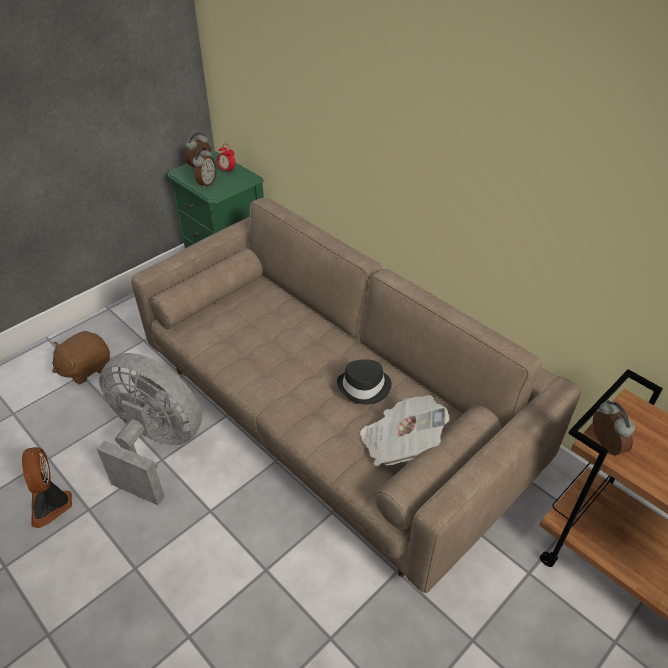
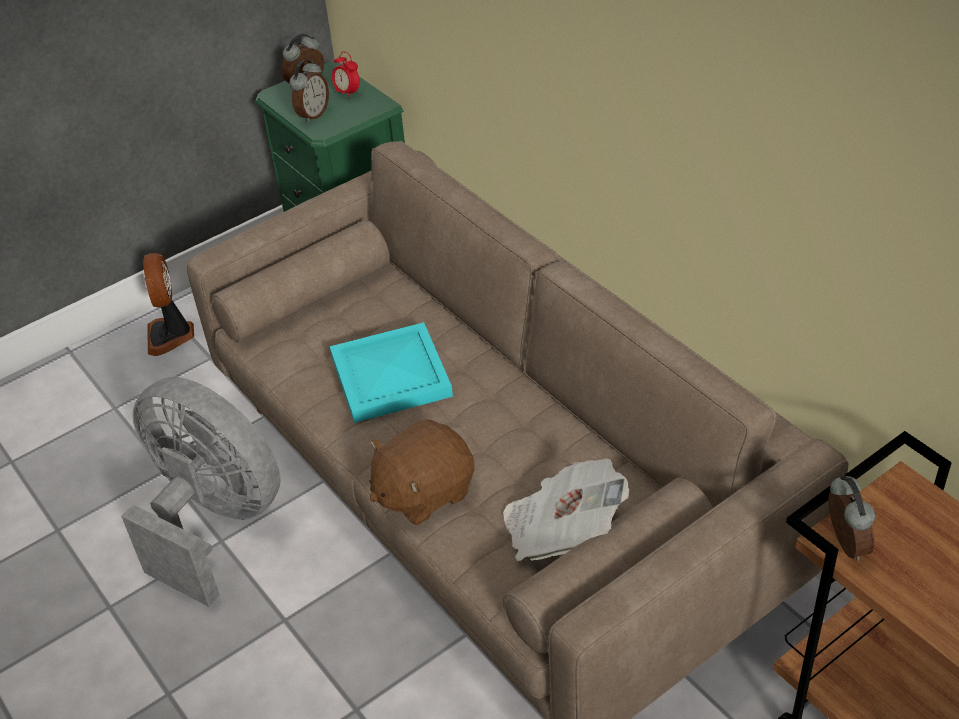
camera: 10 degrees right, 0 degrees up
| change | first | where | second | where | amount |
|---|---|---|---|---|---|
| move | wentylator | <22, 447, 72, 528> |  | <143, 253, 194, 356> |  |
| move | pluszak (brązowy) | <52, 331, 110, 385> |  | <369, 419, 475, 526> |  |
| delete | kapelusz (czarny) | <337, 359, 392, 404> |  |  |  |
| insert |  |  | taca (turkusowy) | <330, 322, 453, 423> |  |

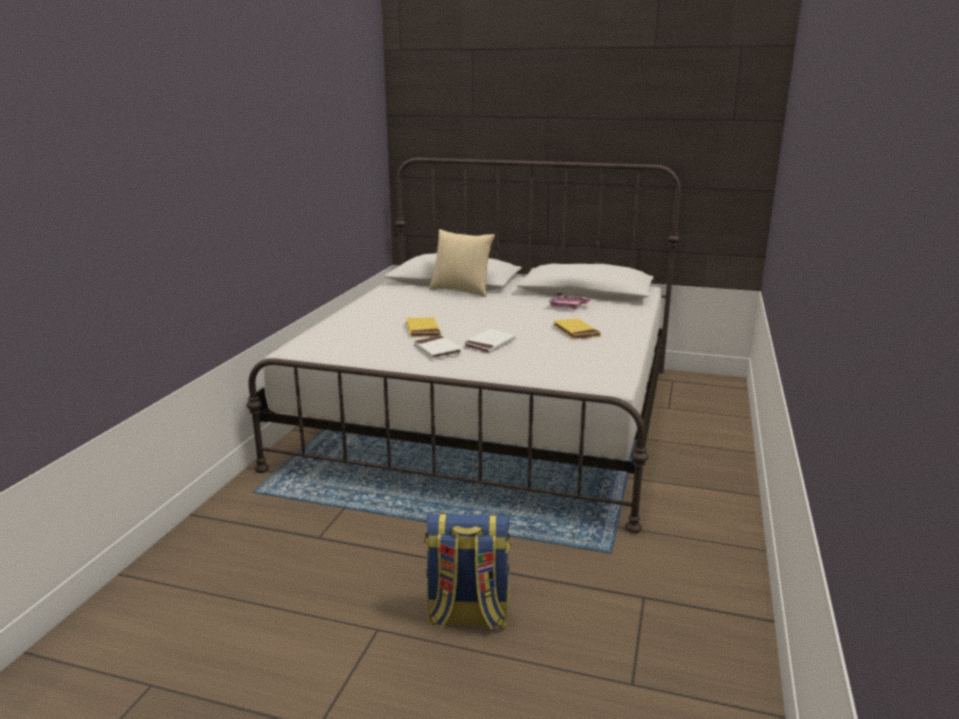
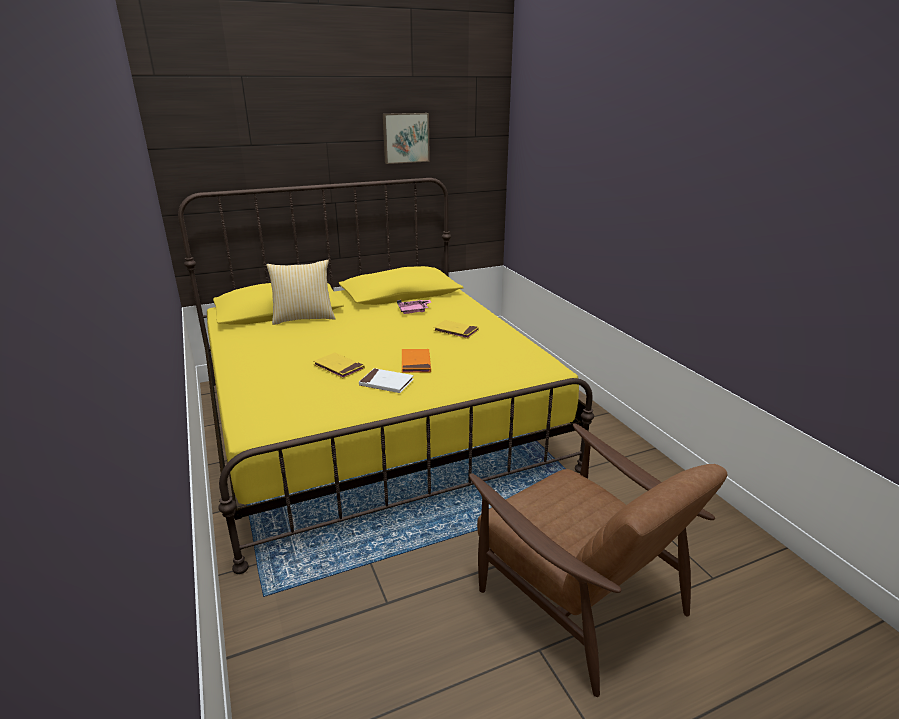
camera: 40 degrees left, 5 degrees up
| change | first | where | second | where | amount |
|---|---|---|---|---|---|
| recolor | łóżko (biały) | <246, 158, 681, 533> | łóżko (żółty) | <178, 178, 594, 574> |  |
| replace | plecak | <424, 513, 511, 629> | fotel (brązowy) | <469, 423, 727, 697> |  |
| recolor | książka (biały) | <463, 329, 516, 354> | książka (pomarańczowy) | <402, 349, 431, 373> |  |
| insert |  |  | obraz | <383, 113, 430, 164> |  |

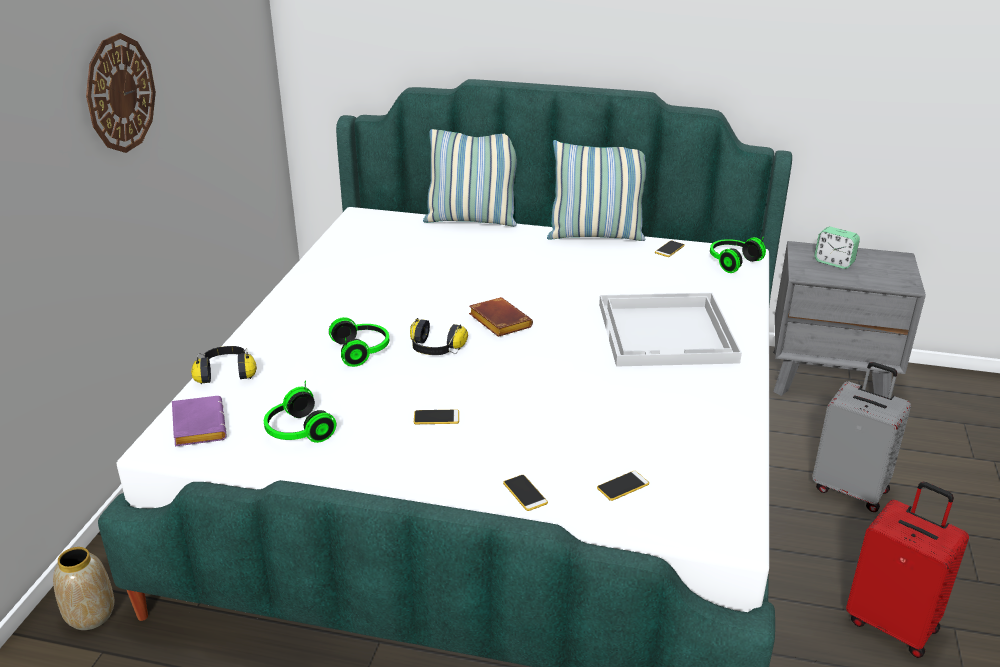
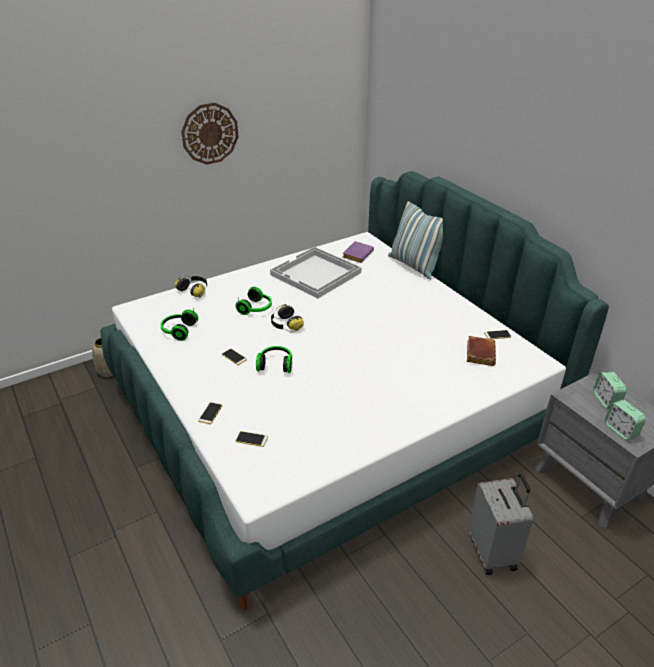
camera: 45 degrees right, 5 degrees up
| change | first | where | second | where | amount |
|---|---|---|---|---|---|
| move | książka (fioletowy) | <172, 396, 227, 446> |  | <343, 241, 374, 263> |  |
| move | książka (brązowy) | <469, 297, 533, 337> |  | <467, 336, 496, 366> |  |
| delete | poduszka | <547, 140, 646, 241> |  |  |  |
| move | taca (biały) | <599, 293, 742, 367> |  | <270, 247, 361, 299> |  |
| move | słuchawki | <710, 237, 766, 273> |  | <256, 346, 292, 373> |  |
| delete | walizka (czerwony) | <846, 482, 969, 658> |  |  |  |
| insert |  |  | budzik | <605, 400, 646, 440> |  |

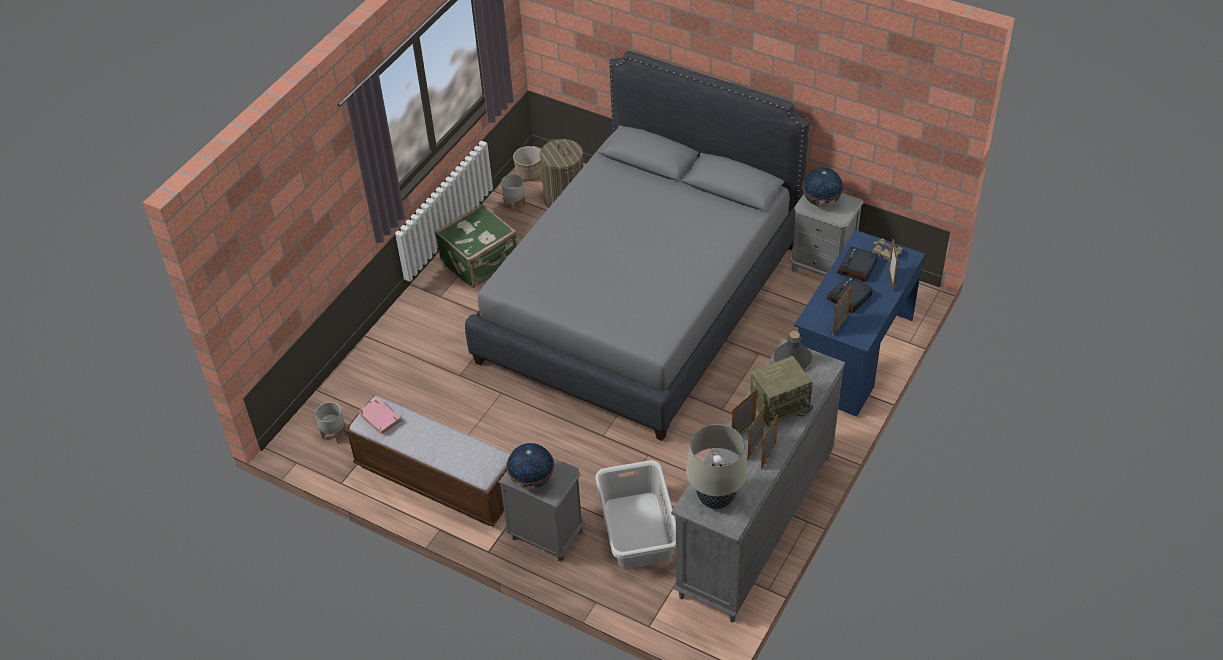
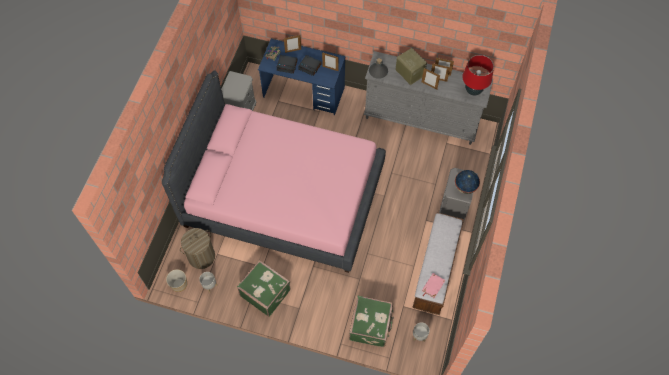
camera: 105 degrees left, 15 degrees up
| change | first | where | second | where | amount |
|---|---|---|---|---|---|
| recolor | łóżko (szary) | <465, 51, 810, 441> | łóżko (różowy) | <162, 71, 386, 273> |  |
| delete | kosz na pranie (szary) | <595, 460, 676, 569> |  |  |  |
| recolor | lampa stołowa (beżowy) | <686, 424, 748, 509> | lampa stołowa (czerwony) | <462, 55, 494, 95> |  |
| delete | globus | <802, 168, 844, 207> |  |  |  |
| insert |  |  | walizka (zielony) | <349, 295, 394, 347> |  |

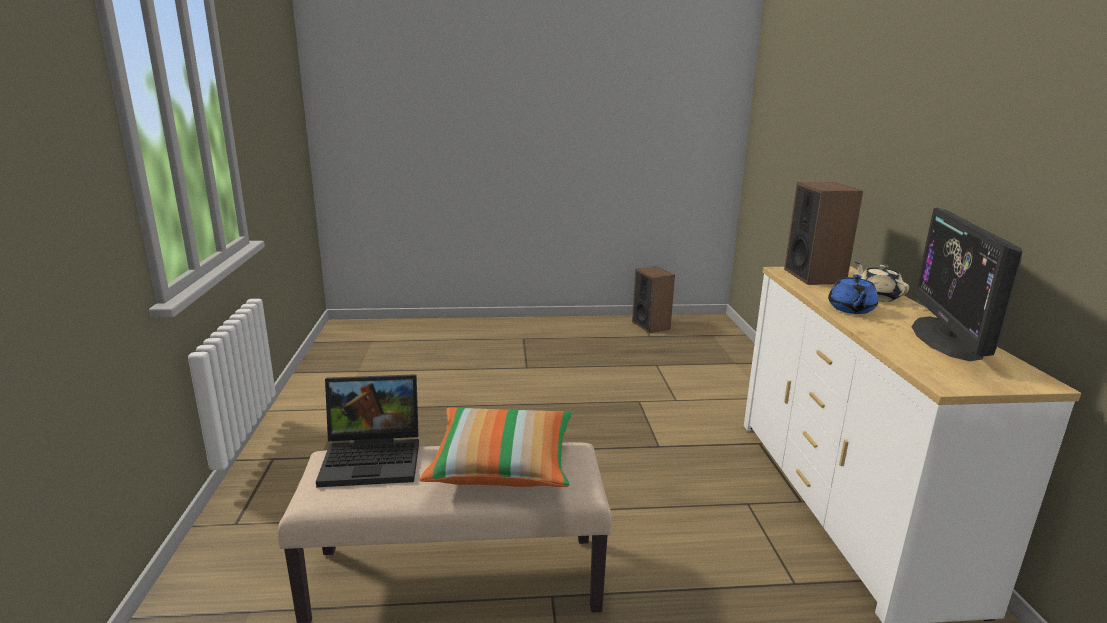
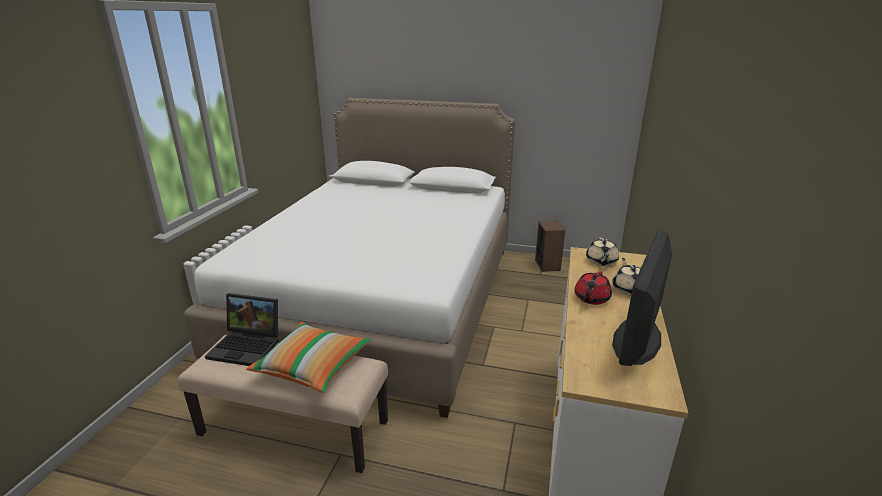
camera: 20 degrees right, 5 degrees up
| change | first | where | second | where | amount |
|---|---|---|---|---|---|
| replace | głośnik | <784, 182, 863, 285> | imbryk (beżowy) | <586, 238, 619, 266> |  |
| recolor | imbryk (niebieski) | <828, 274, 878, 314> | imbryk (czerwony) | <574, 271, 612, 305> |  |
| insert |  |  | łóżko (biały) | <184, 98, 515, 418> |  |

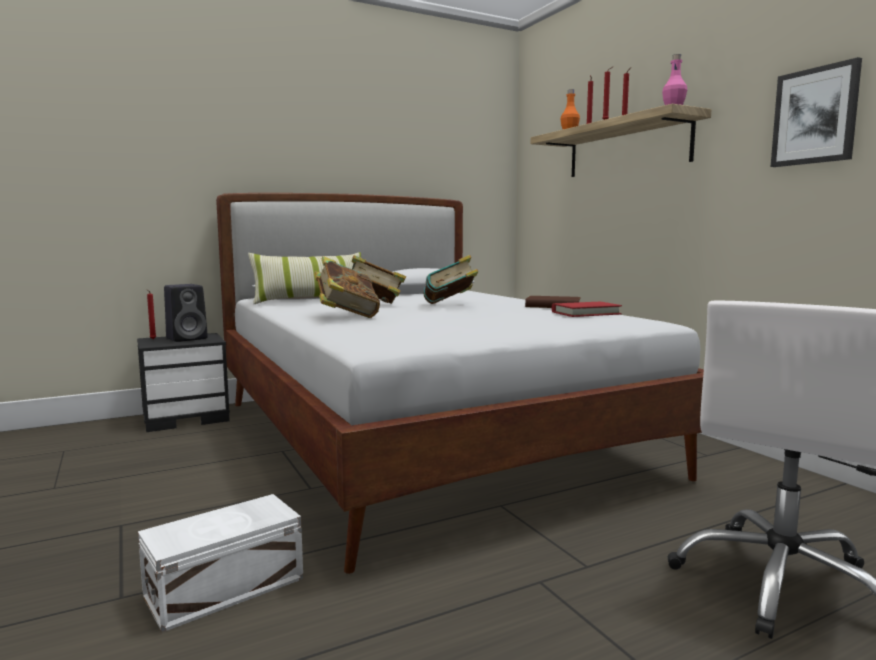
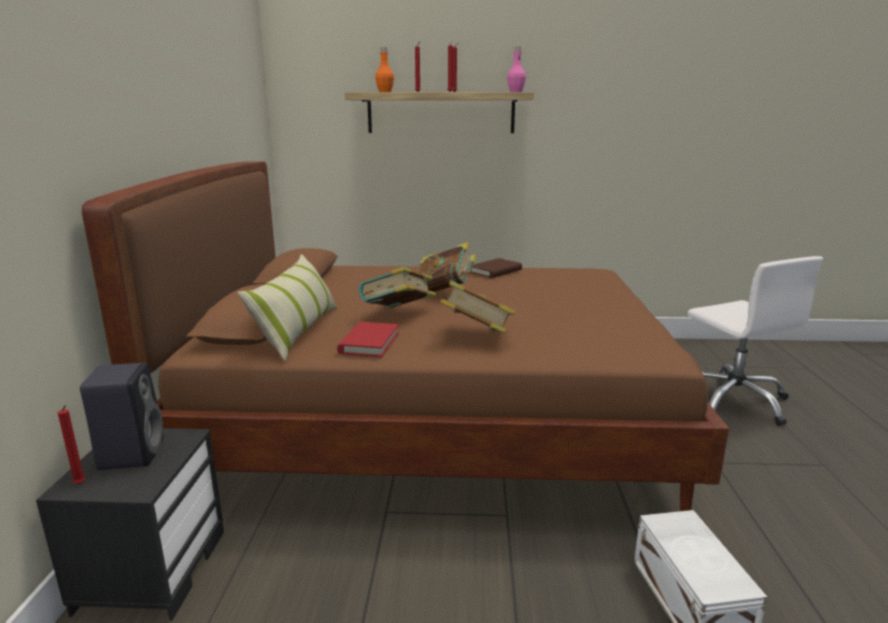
camera: 60 degrees left, 10 degrees up
| change | first | where | second | where | amount |
|---|---|---|---|---|---|
| recolor | łóżko (biały) | <216, 193, 704, 574> | łóżko (brązowy) | <82, 162, 729, 511> |  |
| move | książka (czerwony) | <552, 302, 622, 317> |  | <337, 322, 399, 357> |  |
| delete | obraz | <771, 57, 862, 167> |  |  |  |

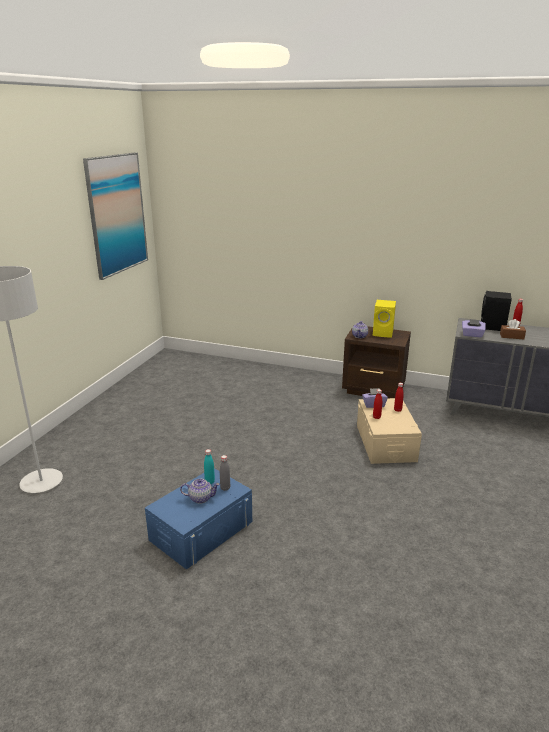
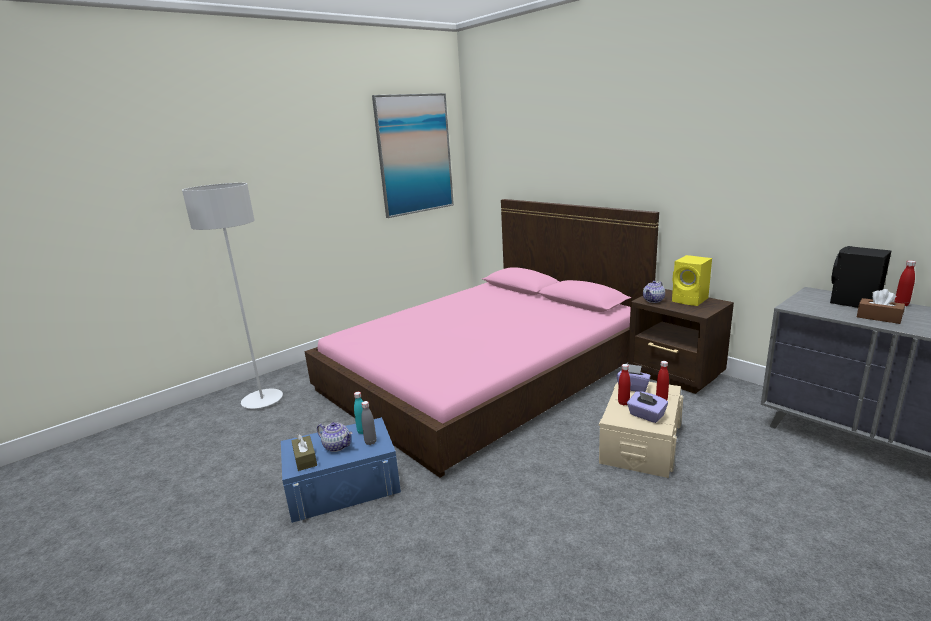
camera: 30 degrees right, 5 degrees down
| change | first | where | second | where | amount |
|---|---|---|---|---|---|
| move | pudełko chusteczek (fioletowy) | <462, 319, 486, 337> |  | <627, 391, 668, 423> |  |
| insert |  |  | pudełko chusteczek (brązowy) | <292, 434, 317, 471> |  |
| insert |  |  | łóżko (różowy) | <305, 199, 659, 478> |  |

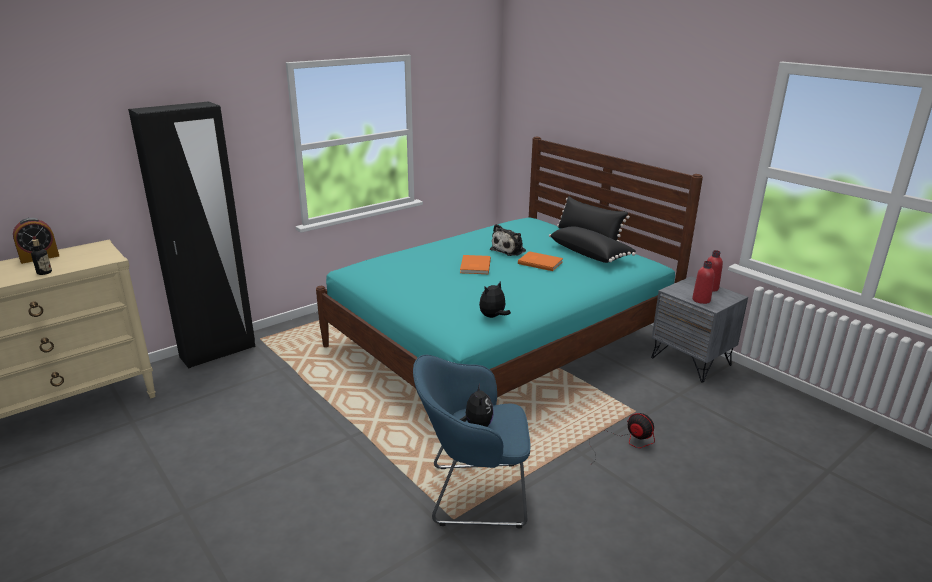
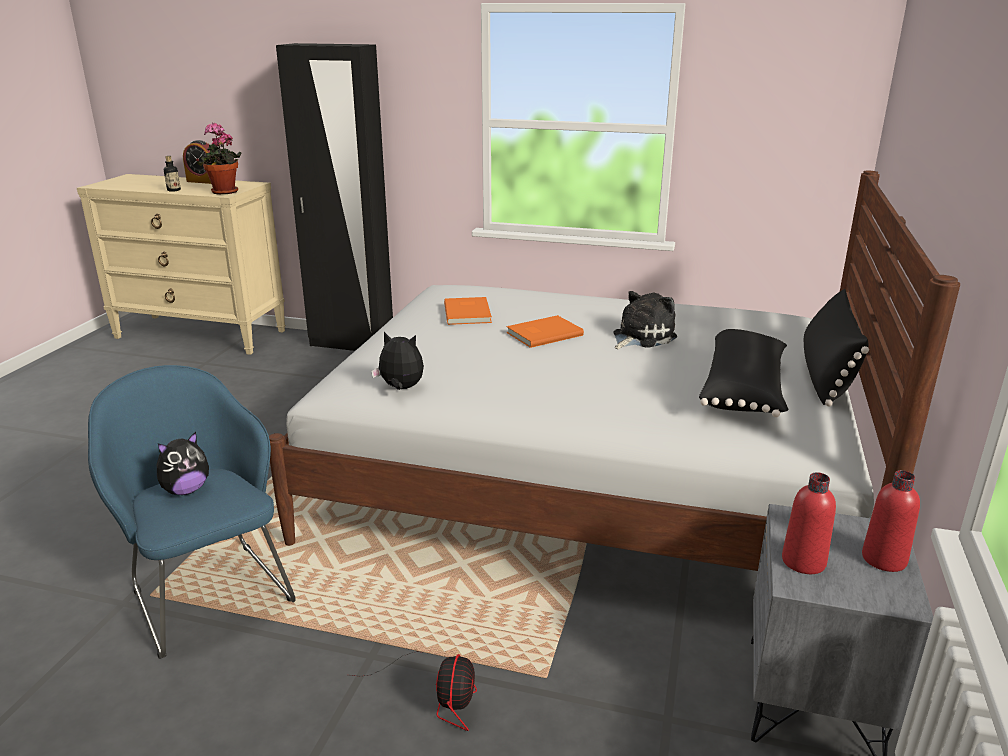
camera: 55 degrees right, 0 degrees up
| change | first | where | second | where | amount |
|---|---|---|---|---|---|
| recolor | łóżko (turkusowy) | <316, 137, 703, 397> | łóżko (biały) | <269, 171, 960, 571> |  |
| rotate | pluszak | <490, 224, 526, 256> |  | <613, 291, 677, 349> | 135 degrees clockwise |
| move | książka (pomarańczowy) | <518, 251, 563, 271> |  | <444, 297, 492, 325> |  |
| insert |  |  | roślina doniczkowa | <197, 123, 242, 195> |  |

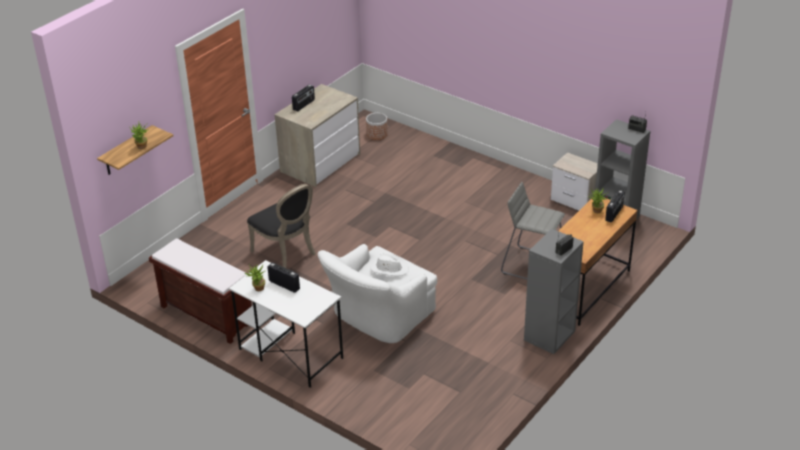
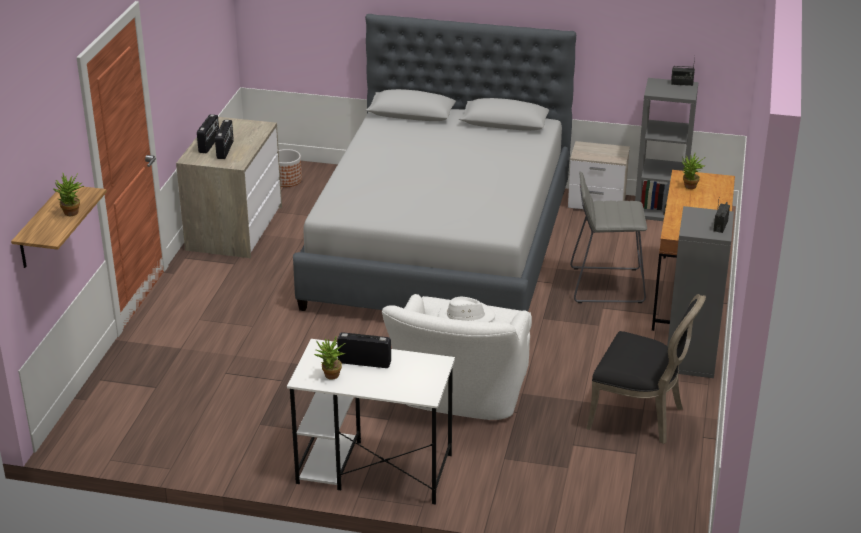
camera: 25 degrees left, 5 degrees down
| change | first | where | second | where | amount |
|---|---|---|---|---|---|
| delete | ławka (brązowy) | <149, 238, 252, 344> |  |  |  |
| move | krzesło (czarny) | <247, 184, 316, 268> |  | <586, 294, 706, 444> |  |
| move | radio | <605, 190, 625, 223> |  | <215, 120, 234, 159> |  |
| insert |  |  | łóżko (szary) | <293, 14, 576, 312> |  |

